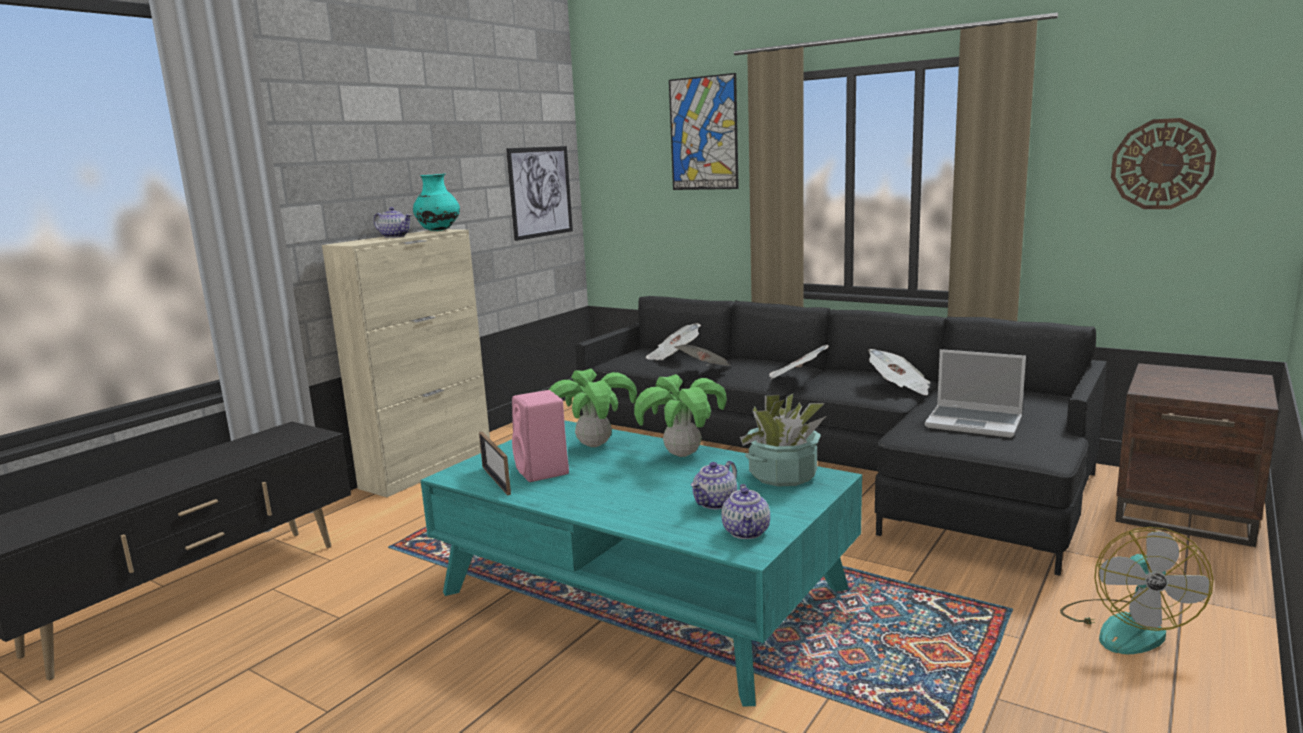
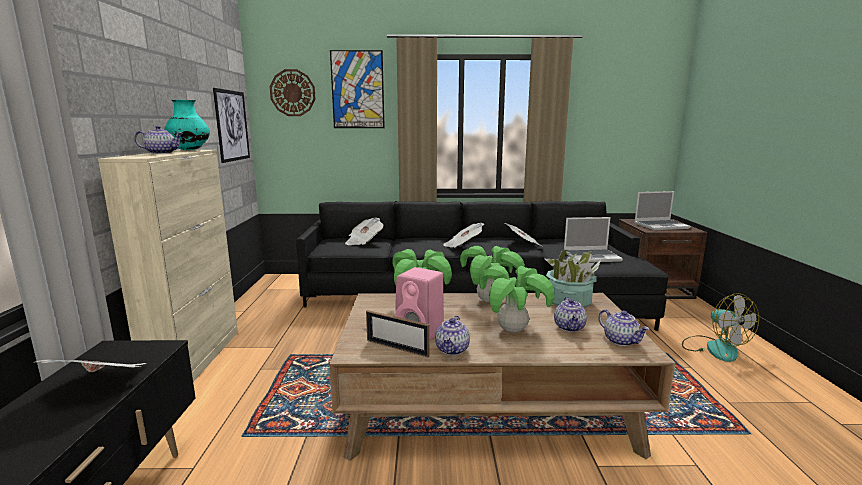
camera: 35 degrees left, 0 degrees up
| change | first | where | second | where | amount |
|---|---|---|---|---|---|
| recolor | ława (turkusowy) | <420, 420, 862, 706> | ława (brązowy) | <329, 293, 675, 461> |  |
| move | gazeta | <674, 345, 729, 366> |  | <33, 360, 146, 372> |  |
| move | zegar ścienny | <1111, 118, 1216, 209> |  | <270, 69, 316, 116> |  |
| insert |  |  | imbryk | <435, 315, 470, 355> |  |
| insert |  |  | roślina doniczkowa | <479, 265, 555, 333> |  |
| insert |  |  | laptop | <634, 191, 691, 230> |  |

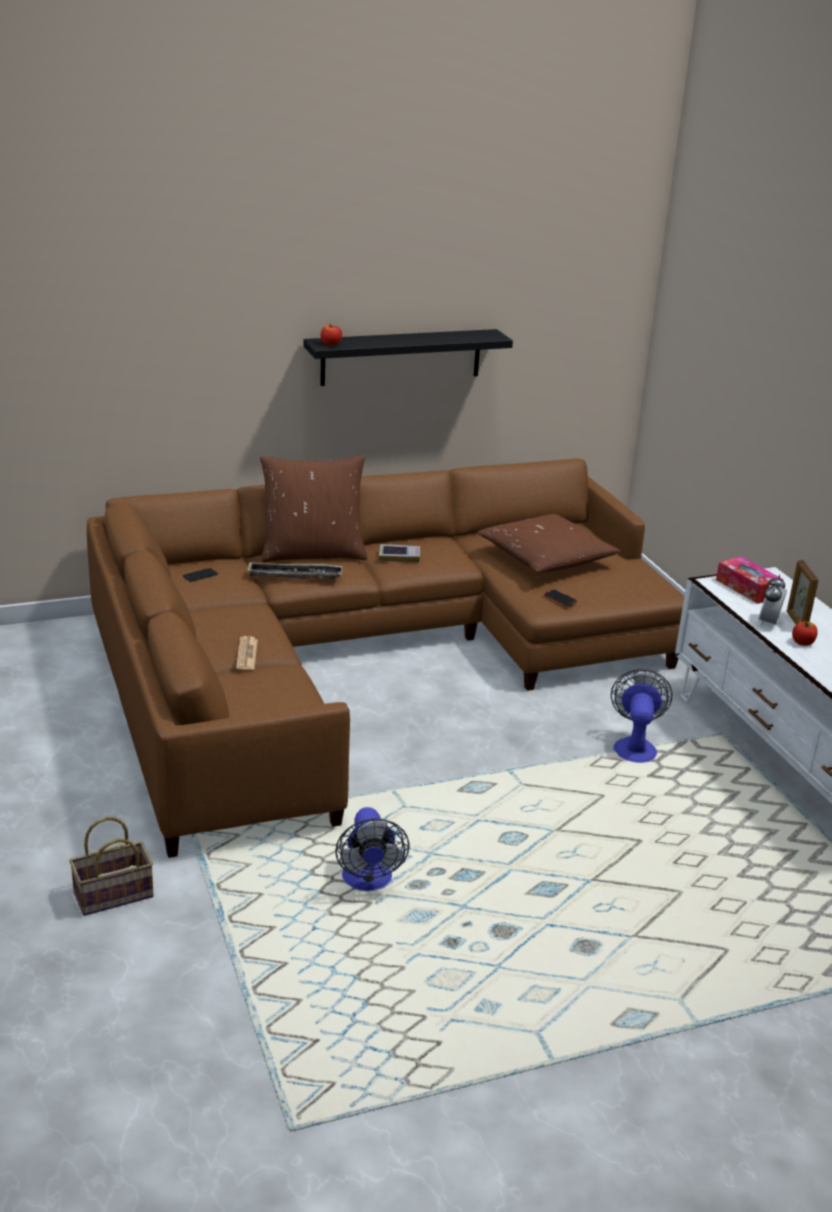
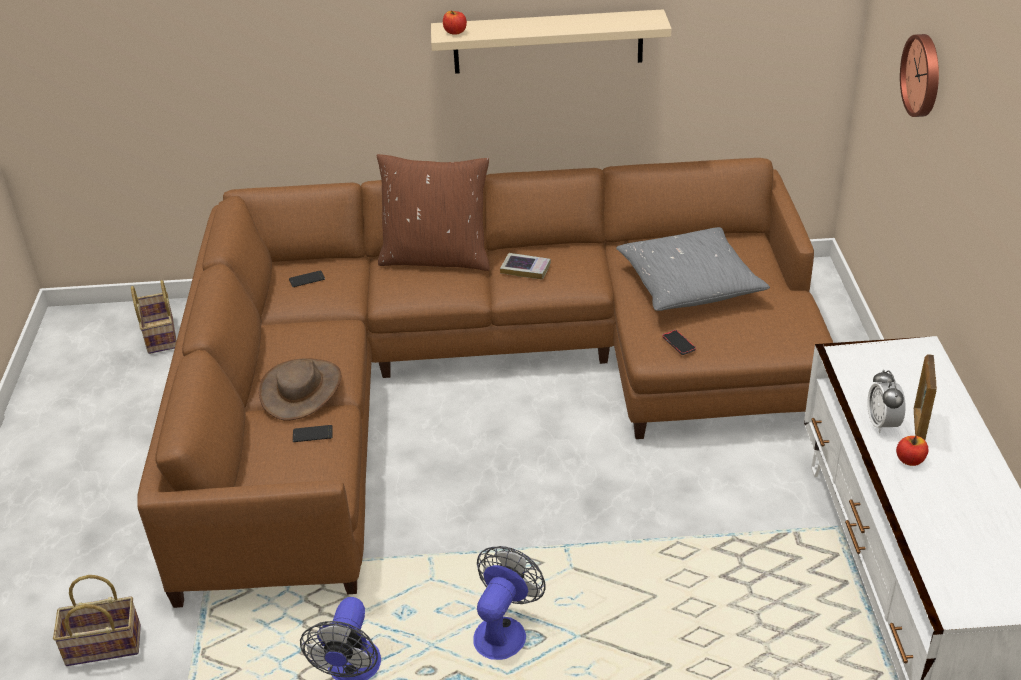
camera: 20 degrees right, 10 degrees up
| change | first | where | second | where | amount |
|---|---|---|---|---|---|
| replace | gazeta | <236, 636, 258, 670> | kapelusz (brązowy) | <259, 358, 341, 421> |  |
| delete | taca | <247, 562, 343, 579> |  |  |  |
| recolor | półka (czarny) | <303, 329, 513, 386> | półka (beżowy) | <431, 9, 671, 74> |  |
| recolor | poduszka (brązowy) | <477, 514, 620, 572> | poduszka (szary) | <616, 227, 770, 311> |  |
| move | wentylator | <611, 669, 672, 763> |  | <473, 546, 546, 660> |  |
| delete | pudełko chusteczek | <716, 556, 784, 604> |  |  |  |
| rotate | budzik | <759, 575, 787, 626> |  | <867, 370, 906, 433> | 45 degrees counterclockwise |
| insert |  |  | koszyk | <131, 280, 177, 354> |  |
| insert |  |  | telefon | <293, 425, 333, 442> |  |
| insert |  |  | zegar ścienny | <900, 34, 939, 117> |  |

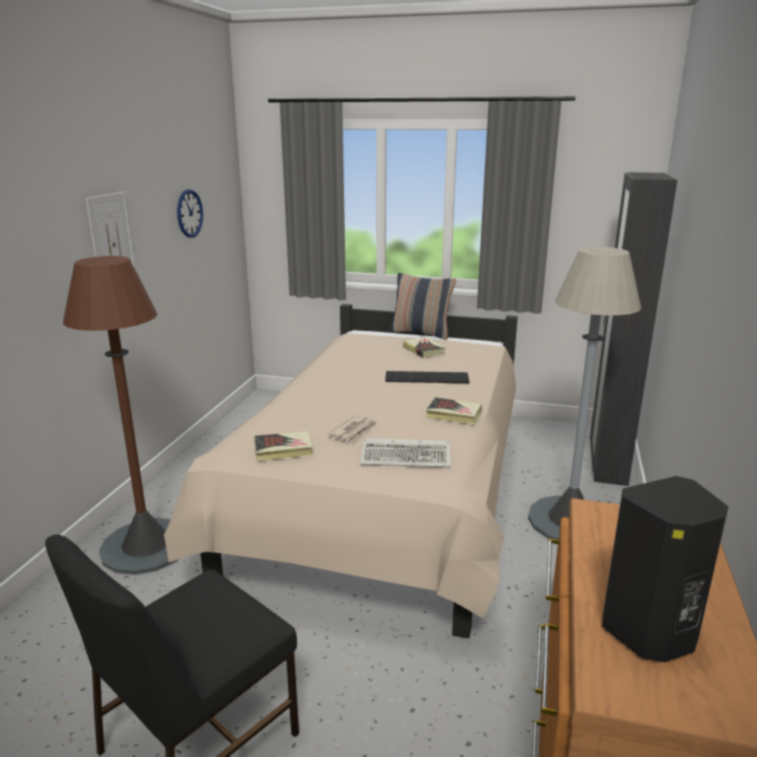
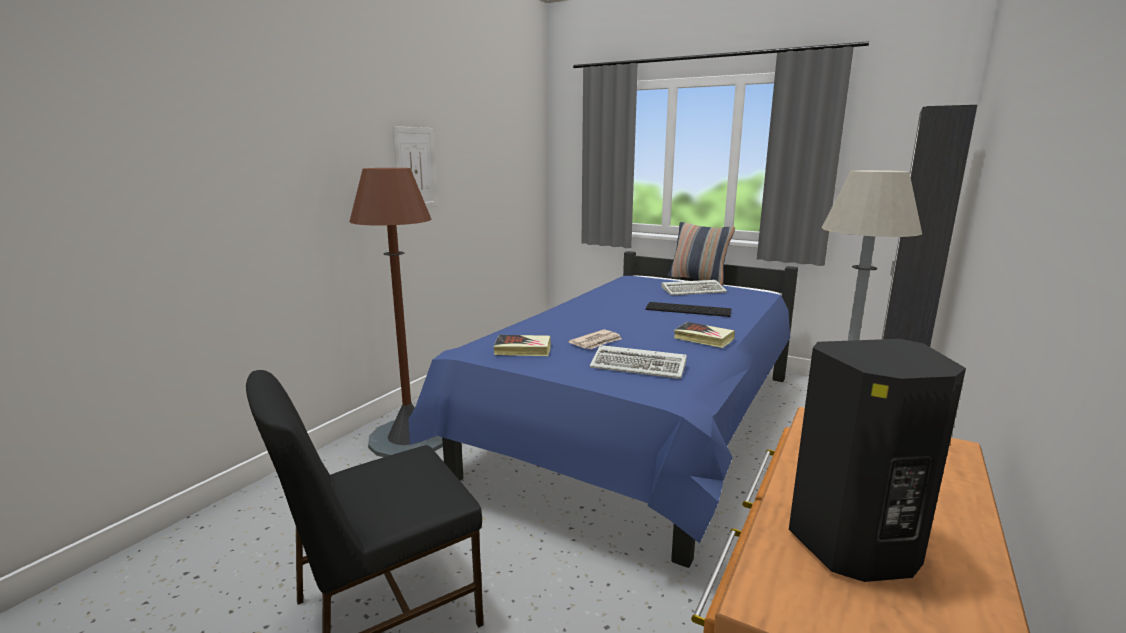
camera: 15 degrees right, 5 degrees down
| change | first | where | second | where | amount |
|---|---|---|---|---|---|
| recolor | łóżko (beżowy) | <164, 304, 518, 638> | łóżko (niebieski) | <408, 251, 798, 568> |  |
| delete | zegar ścienny | <177, 189, 203, 238> |  |  |  |
| replace | książka | <403, 337, 446, 358> | klawiatura | <661, 280, 727, 295> |  |

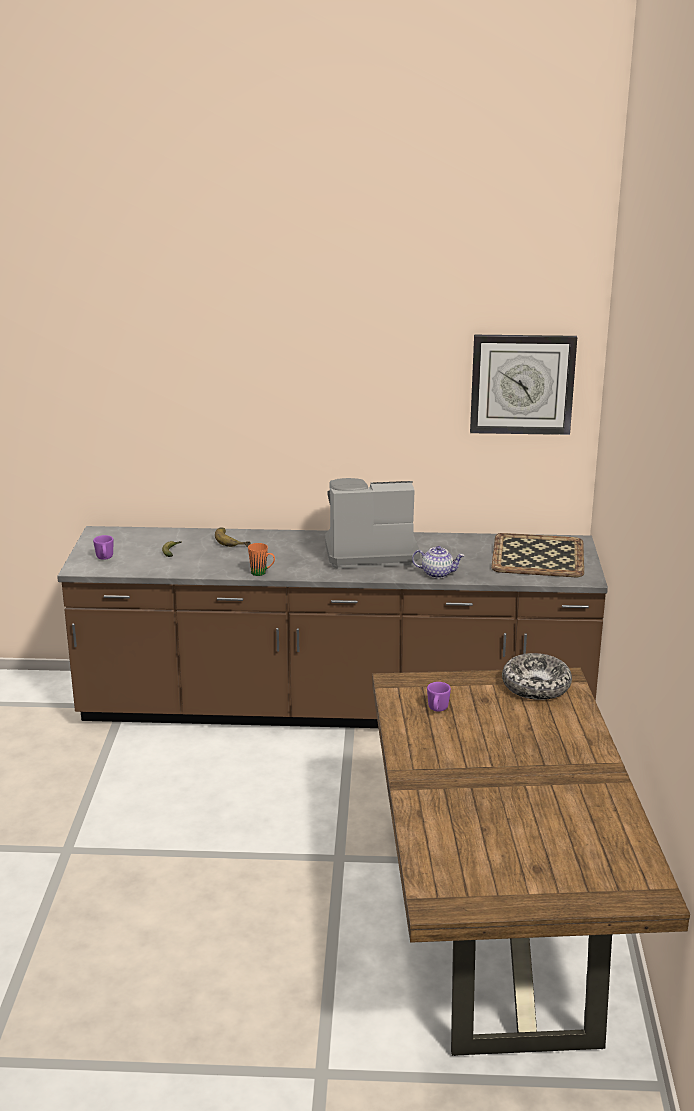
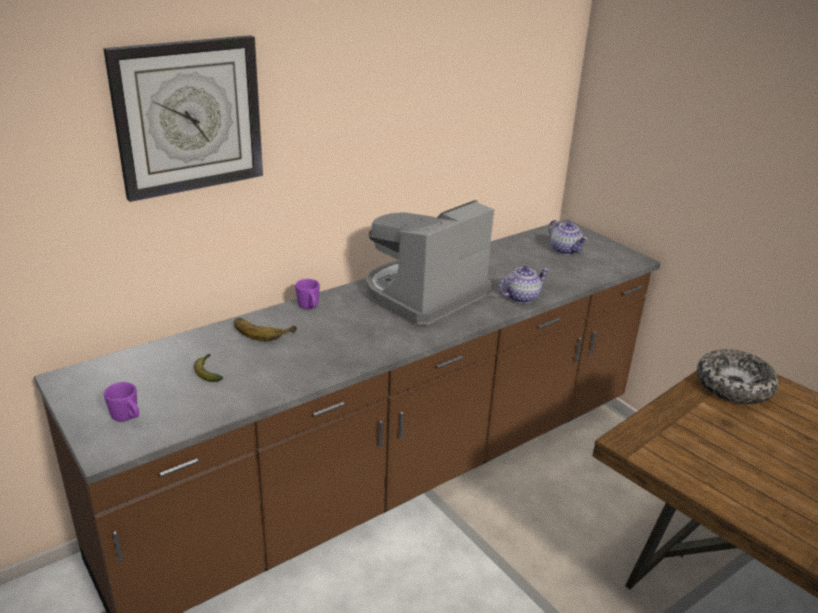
camera: 40 degrees left, 5 degrees up
| change | first | where | second | where | amount |
|---|---|---|---|---|---|
| delete | kubek (pomarańczowy) | <248, 543, 275, 576> |  |  |  |
| move | kubek (fioletowy) | <427, 682, 451, 712> |  | <295, 279, 320, 309> |  |
| move | zegar ścienny | <470, 335, 577, 435> |  | <103, 35, 263, 202> |  |
| replace | taca | <491, 533, 584, 577> | imbryk | <549, 220, 588, 255> |  |

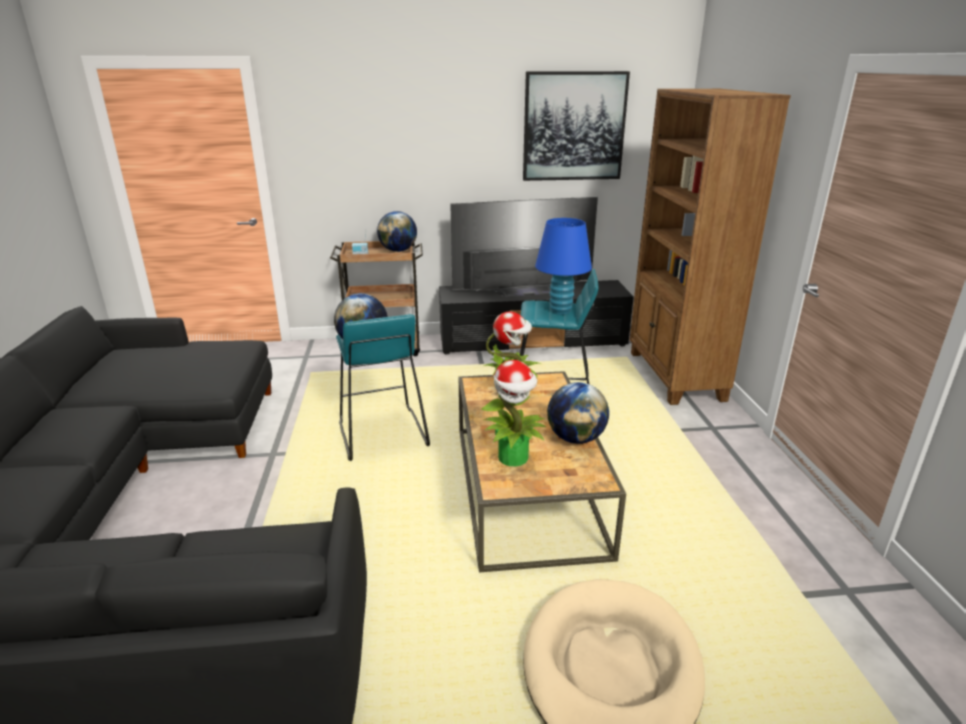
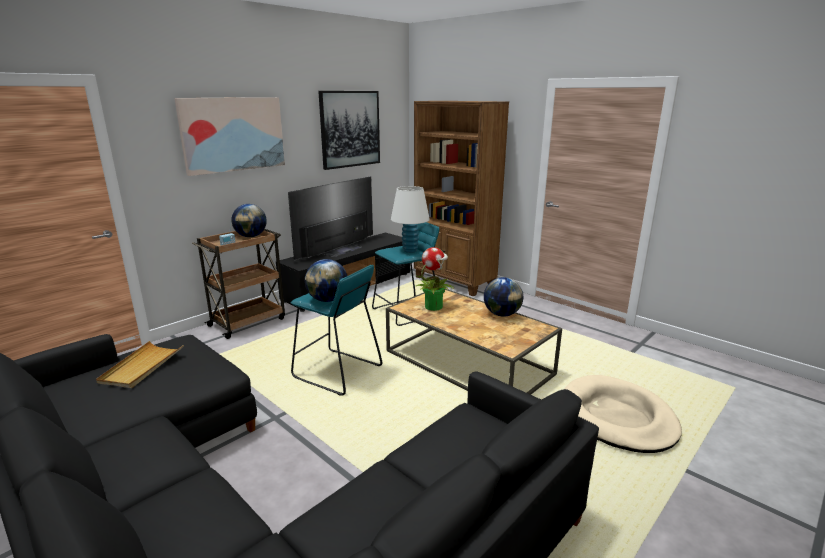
camera: 40 degrees left, 5 degrees down
| change | first | where | second | where | amount |
|---|---|---|---|---|---|
| delete | roślina doniczkowa | <481, 360, 546, 466> |  |  |  |
| recolor | lampa stołowa (niebieski) | <535, 218, 592, 315> | lampa stołowa (biały) | <391, 186, 430, 253> |  |
| insert |  |  | taca (beżowy) | <96, 341, 184, 388> |  |
| insert |  |  | obraz | <174, 97, 285, 176> |  |

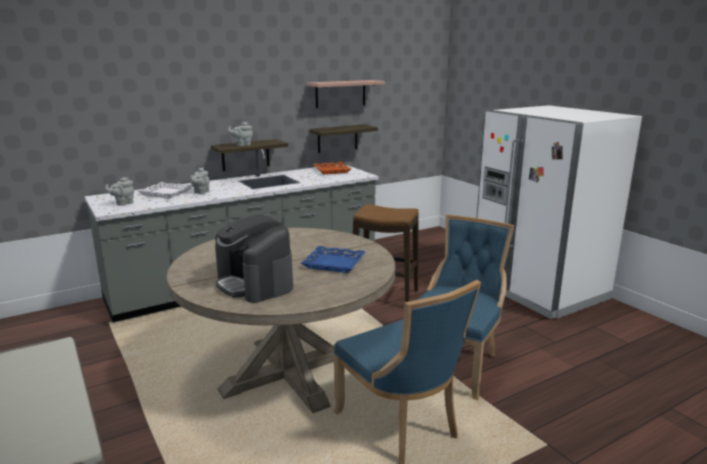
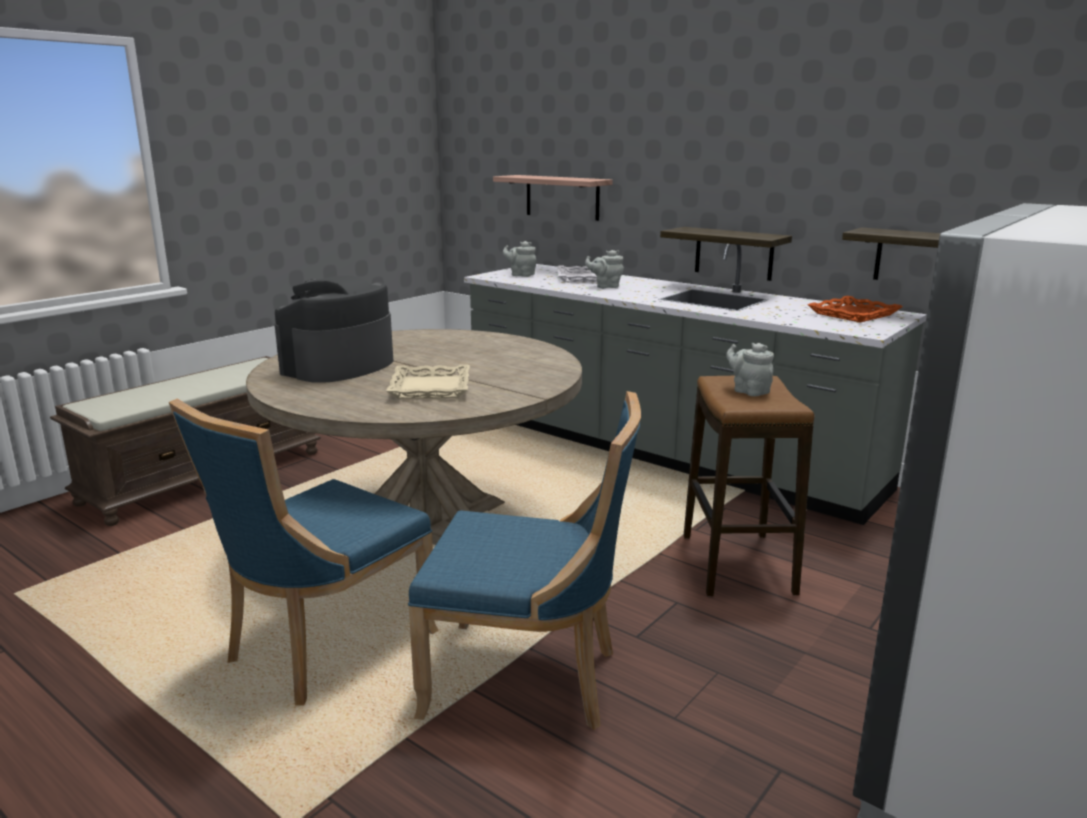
camera: 70 degrees right, 0 degrees up
| change | first | where | second | where | amount |
|---|---|---|---|---|---|
| move | imbryk (szary) | <228, 122, 253, 146> |  | <726, 343, 774, 396> |  |
| recolor | taca (niebieski) | <301, 246, 366, 273> | taca (beżowy) | <386, 364, 470, 399> |  |
| move | półka | <307, 80, 385, 108> |  | <493, 175, 613, 221> |  |

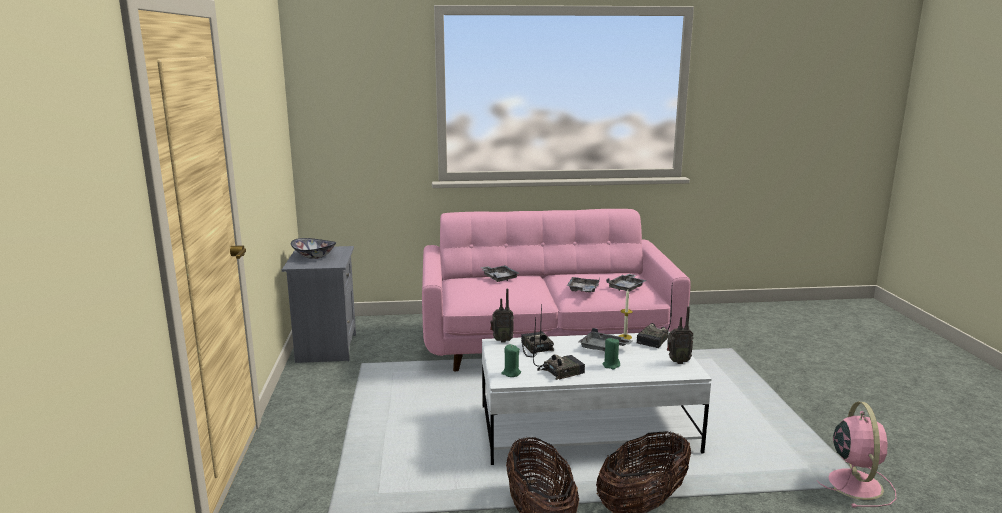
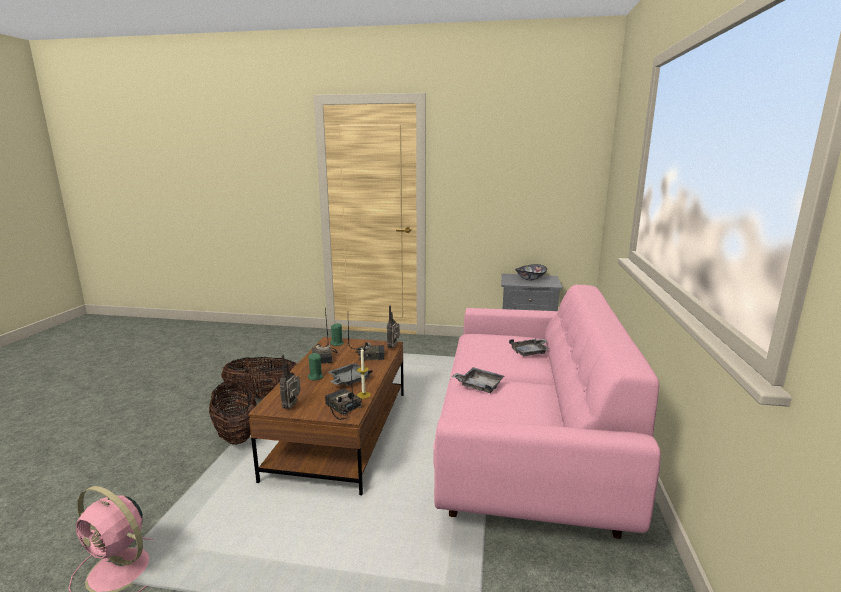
camera: 105 degrees right, 0 degrees up
| change | first | where | second | where | amount |
|---|---|---|---|---|---|
| recolor | ława (biały) | <482, 332, 712, 465> | ława (brązowy) | <248, 337, 404, 495> |  |
| delete | taca (szary) | <606, 273, 647, 291> |  |  |  |

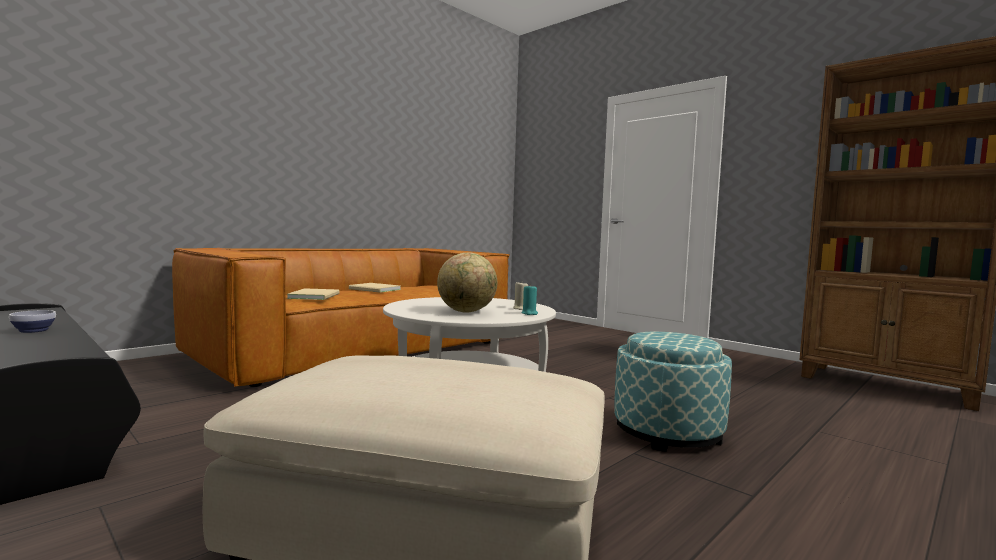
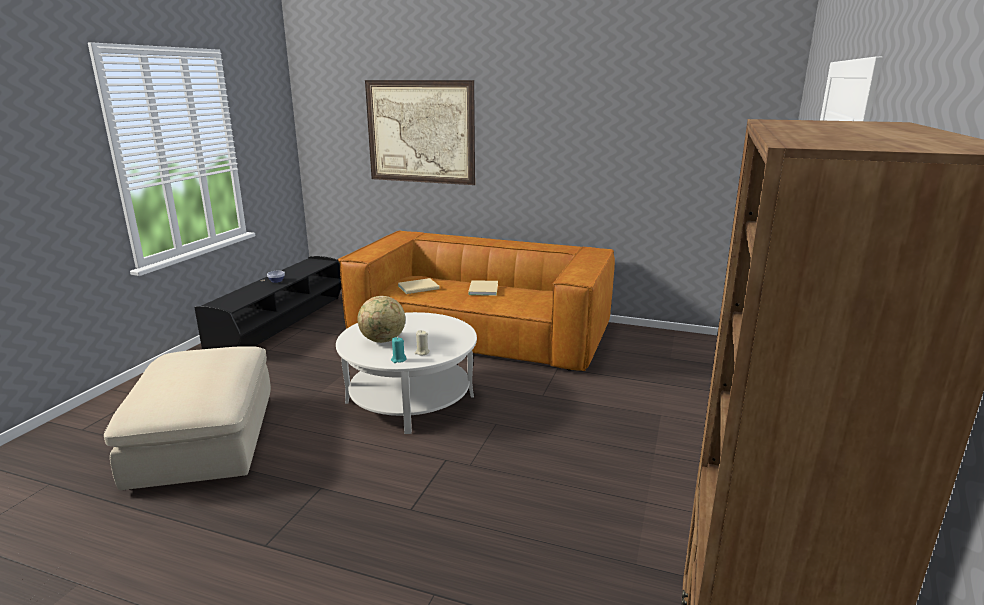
camera: 65 degrees right, 15 degrees up
| change | first | where | second | where | amount |
|---|---|---|---|---|---|
| delete | pufa | <614, 332, 732, 452> |  |  |  |
| insert |  |  | obraz | <365, 80, 475, 185> |  |

